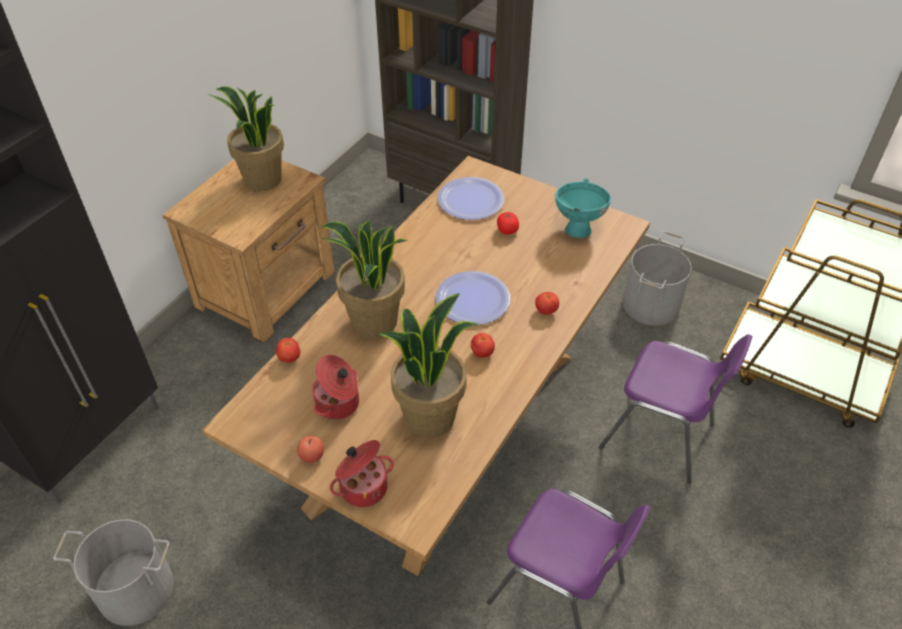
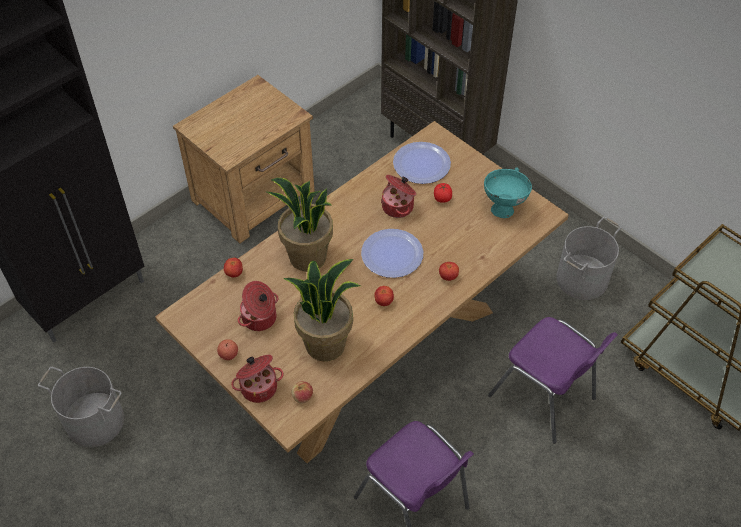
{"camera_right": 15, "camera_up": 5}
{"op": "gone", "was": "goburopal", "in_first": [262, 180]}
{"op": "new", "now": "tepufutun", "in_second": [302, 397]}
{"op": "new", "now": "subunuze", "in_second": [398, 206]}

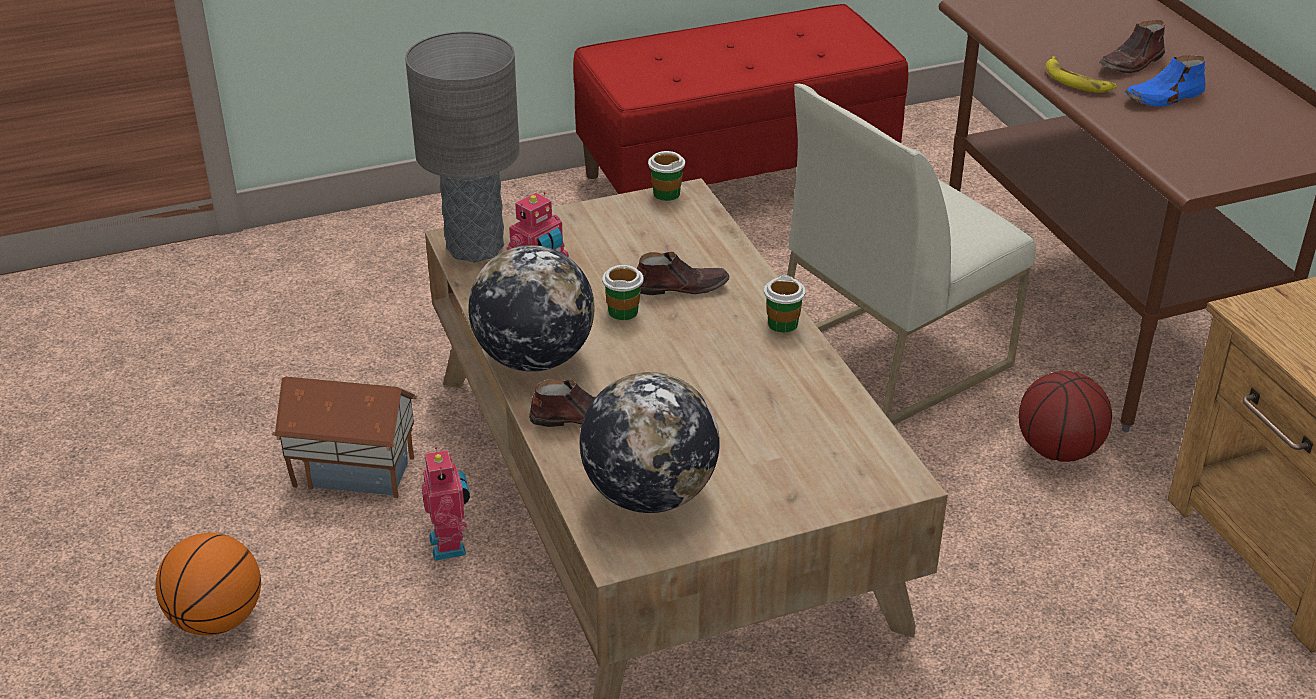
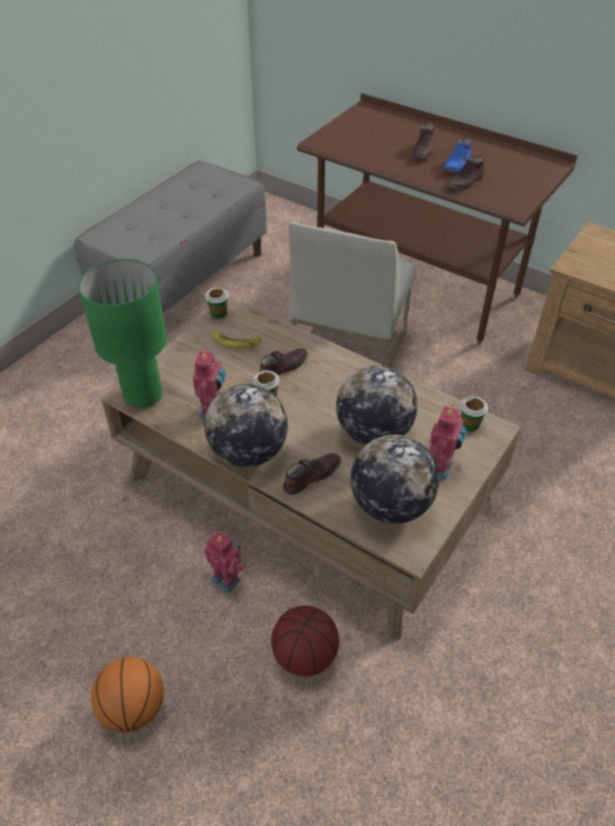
{"camera_right": -35, "camera_up": 10}
{"op": "gone", "was": "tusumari", "in_first": [354, 468]}
{"op": "repainted", "was": "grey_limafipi", "now": "green_limafipi", "in_first": [474, 247], "in_second": [142, 396]}
{"op": "repainted", "was": "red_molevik", "now": "grey_molevik", "in_first": [736, 177], "in_second": [183, 281]}
{"op": "shifted", "was": "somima", "in_first": [782, 324], "in_second": [470, 424]}
{"op": "shifted", "was": "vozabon", "in_first": [1057, 450], "in_second": [304, 656]}
{"op": "shifted", "was": "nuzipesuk", "in_first": [1077, 81], "in_second": [236, 341]}
{"op": "new", "now": "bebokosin", "in_second": [373, 433]}
{"op": "new", "now": "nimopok", "in_second": [441, 468]}
{"op": "new", "now": "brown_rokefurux", "in_second": [465, 182]}

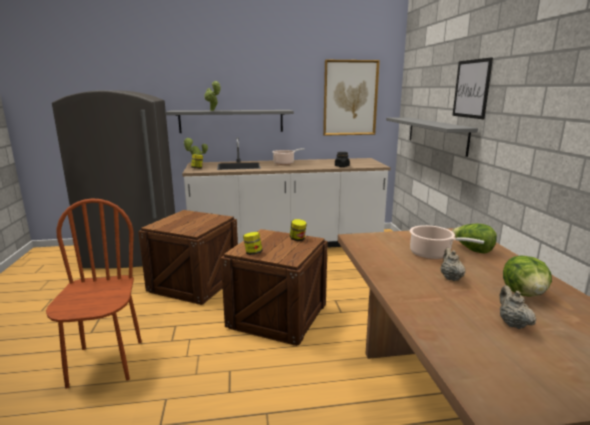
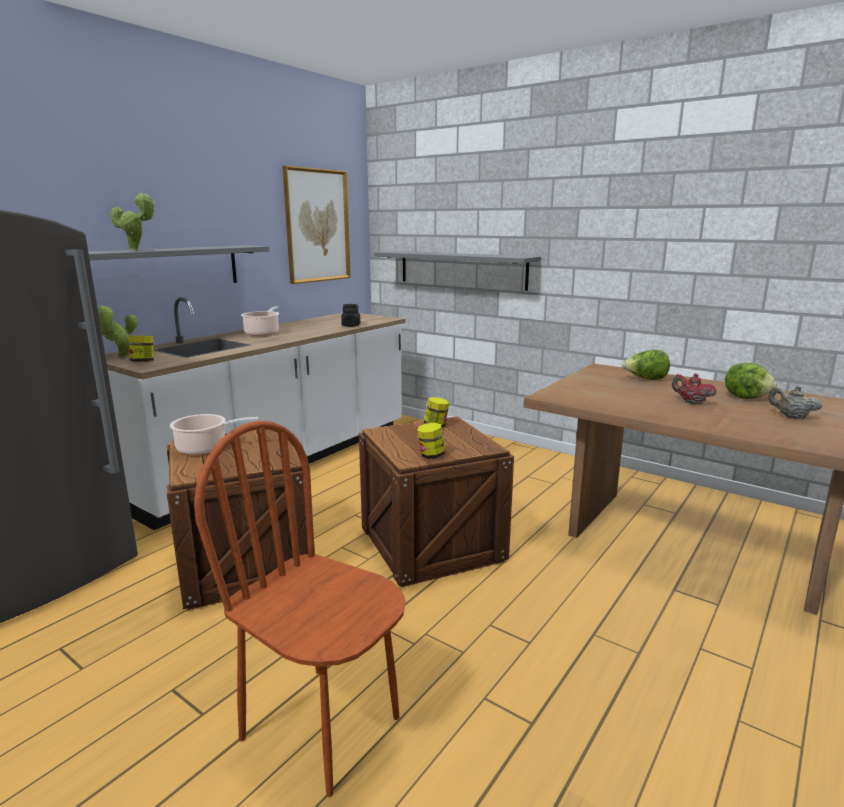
{"camera_right": -45, "camera_up": 0}
{"op": "shifted", "was": "subunuze", "in_first": [432, 254], "in_second": [205, 448]}
{"op": "repainted", "was": "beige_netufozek", "now": "red_netufozek", "in_first": [450, 277], "in_second": [691, 402]}
{"op": "gone", "was": "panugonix", "in_first": [471, 89]}

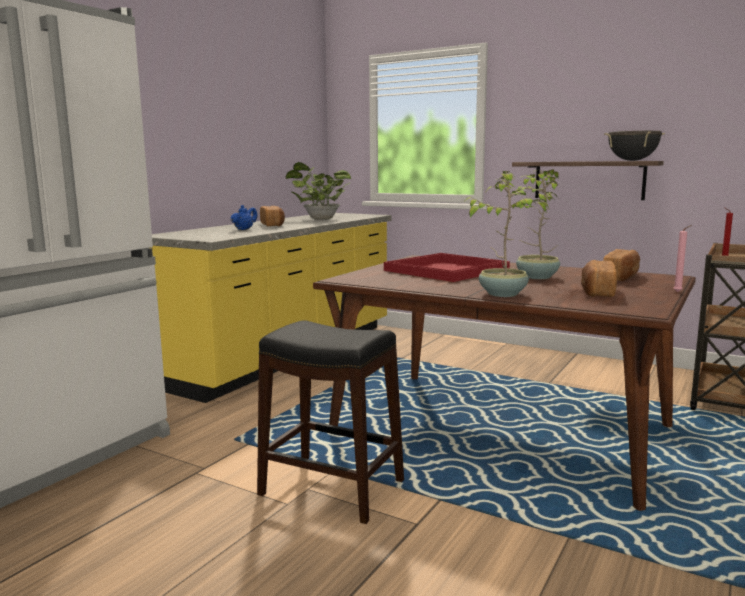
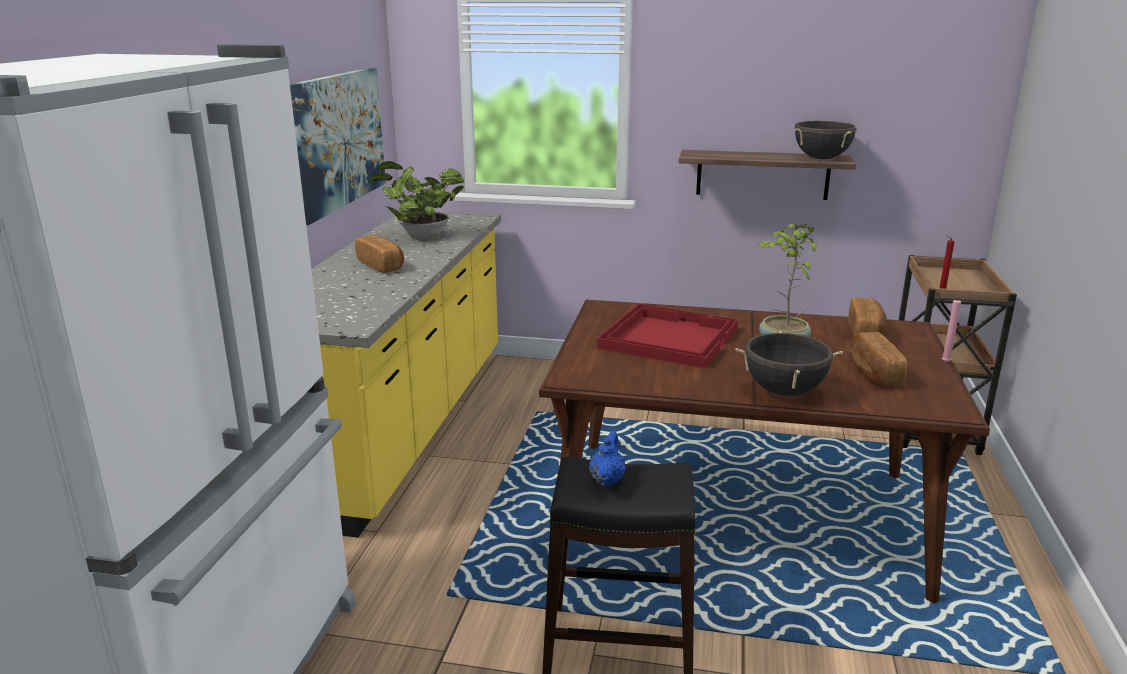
{"camera_right": -20, "camera_up": 10}
{"op": "shifted", "was": "blue_netufozek", "in_first": [244, 229], "in_second": [607, 479]}
{"op": "swapped", "was": "goburopal", "now": "black_subunuze", "in_first": [502, 294], "in_second": [784, 391]}
{"op": "new", "now": "panugonix", "in_second": [337, 140]}

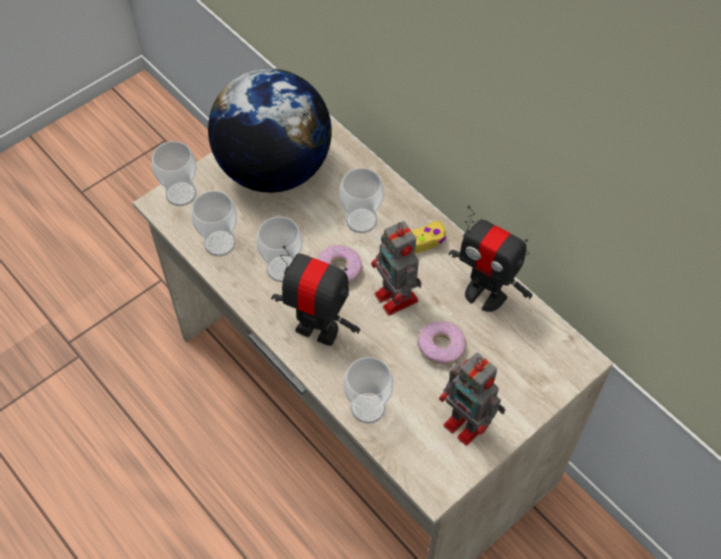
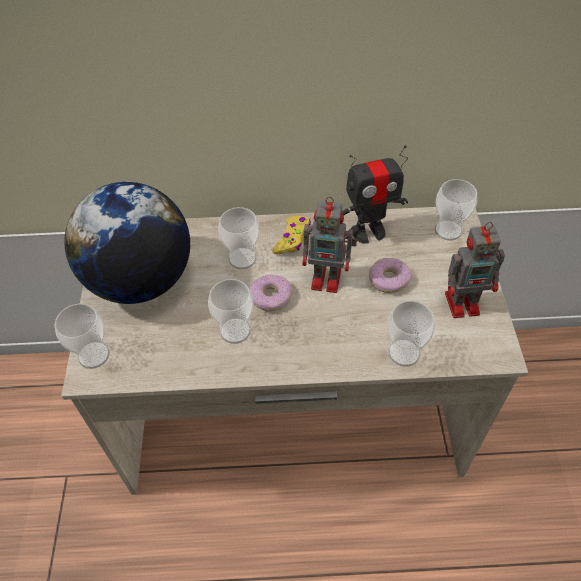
{"camera_right": -50, "camera_up": -5}
{"op": "shifted", "was": "somima", "in_first": [219, 243], "in_second": [448, 230]}
{"op": "gone", "was": "nimopok", "in_first": [317, 330]}

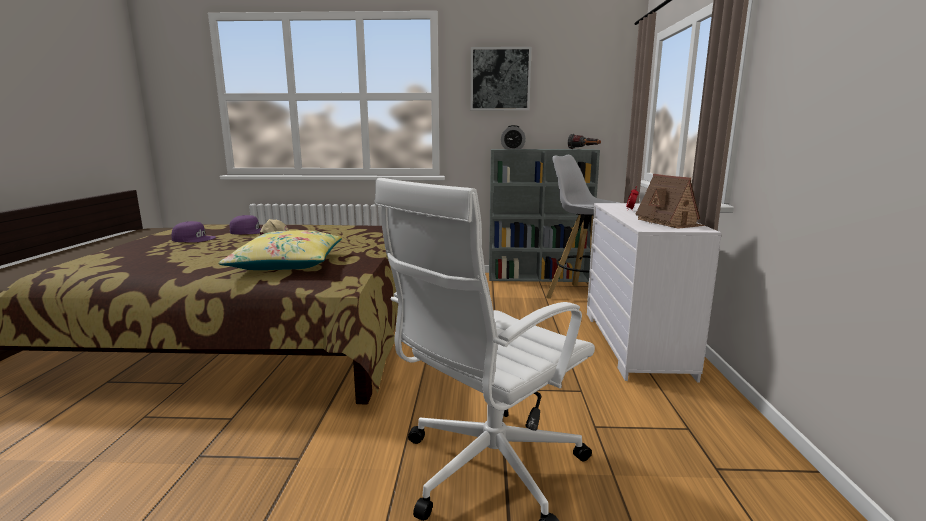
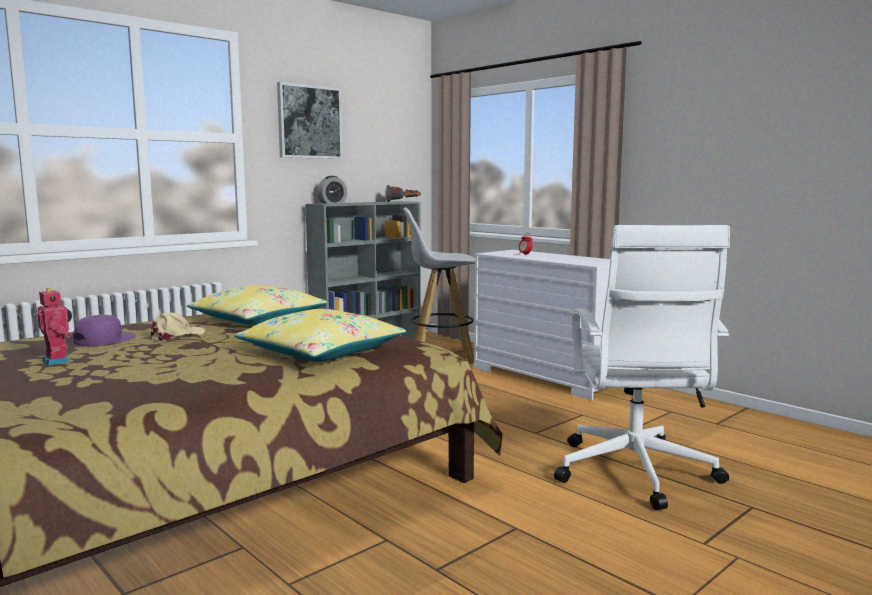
{"camera_right": -45, "camera_up": -5}
{"op": "swapped", "was": "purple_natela", "now": "nimopok", "in_first": [194, 239], "in_second": [58, 360]}
{"op": "gone", "was": "tusumari", "in_first": [669, 222]}
{"op": "new", "now": "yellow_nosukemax", "in_second": [258, 319]}

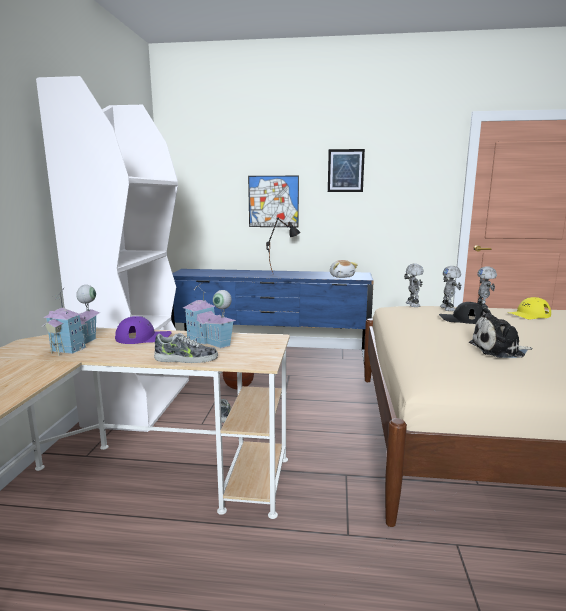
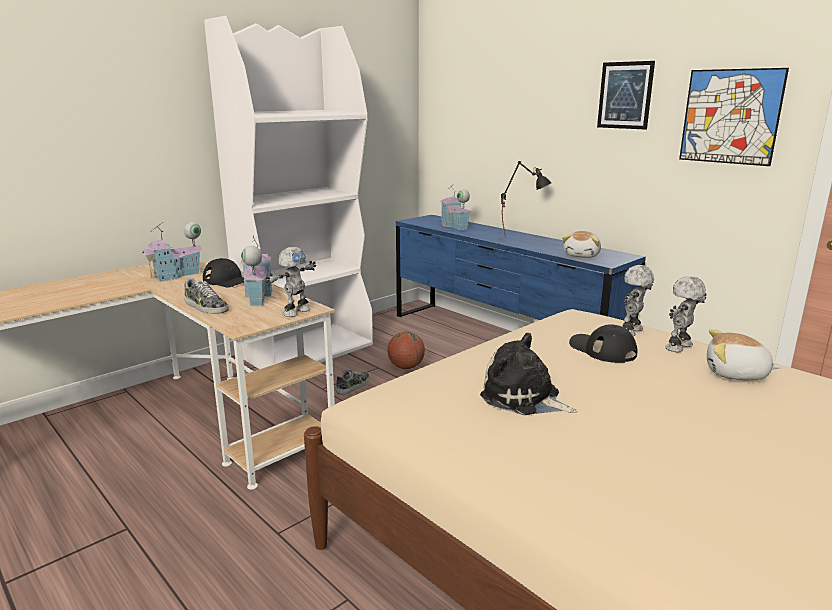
{"camera_right": 40, "camera_up": 5}
{"op": "repainted", "was": "purple_natela", "now": "black_natela", "in_first": [143, 337], "in_second": [227, 280]}
{"op": "shifted", "was": "panugonix", "in_first": [273, 201], "in_second": [730, 116]}
{"op": "shifted", "was": "nimopok", "in_first": [412, 304], "in_second": [295, 312]}
{"op": "swapped", "was": "yellow_natela", "now": "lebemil", "in_first": [529, 315], "in_second": [736, 374]}
{"op": "new", "now": "tusumari", "in_second": [454, 226]}

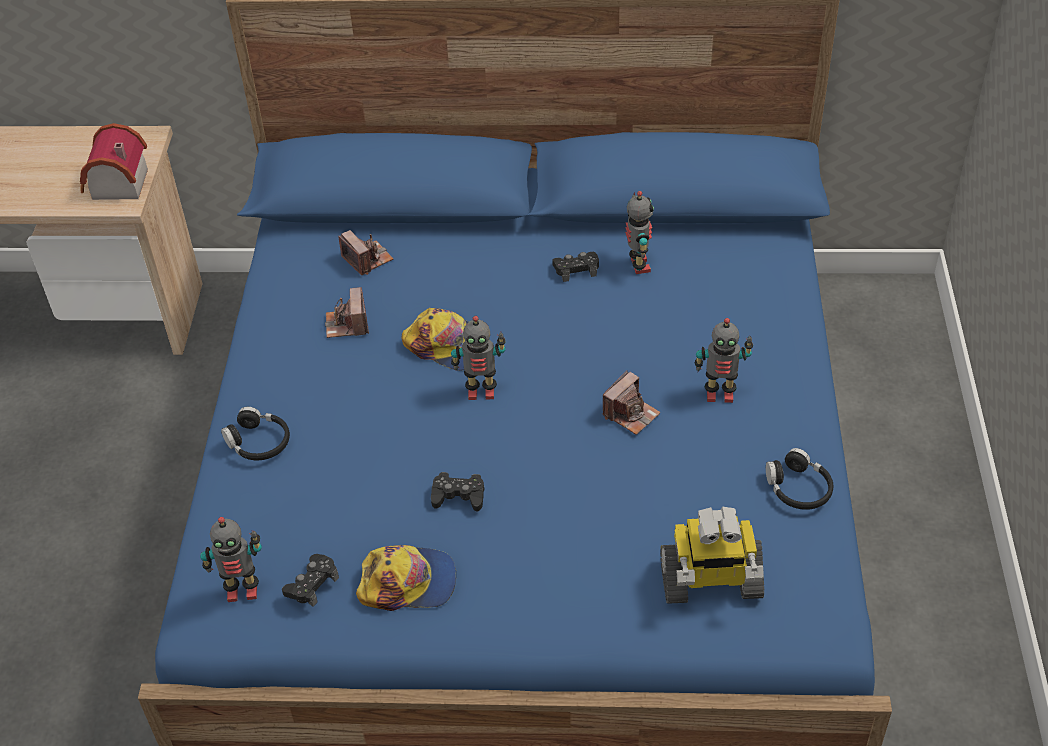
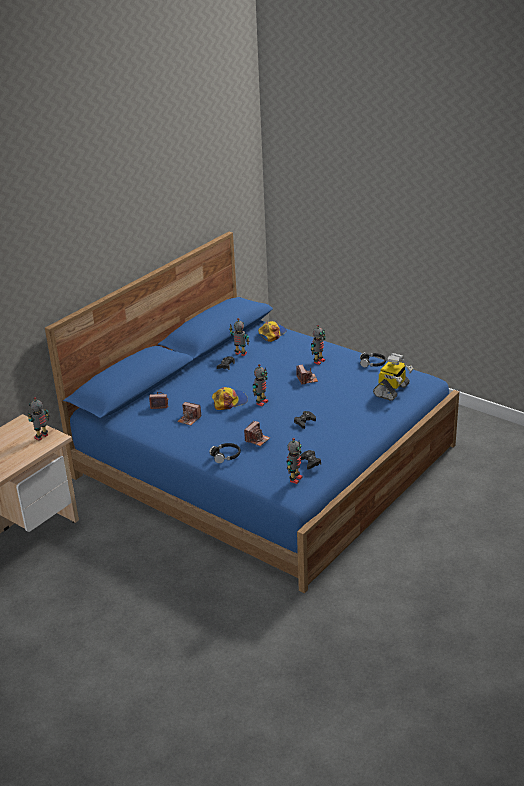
{"camera_right": -55, "camera_up": -15}
{"op": "swapped", "was": "tusumari", "now": "nimopok", "in_first": [115, 185], "in_second": [42, 437]}
{"op": "shifted", "was": "natela", "in_first": [408, 582], "in_second": [272, 333]}
{"op": "new", "now": "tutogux", "in_second": [257, 439]}

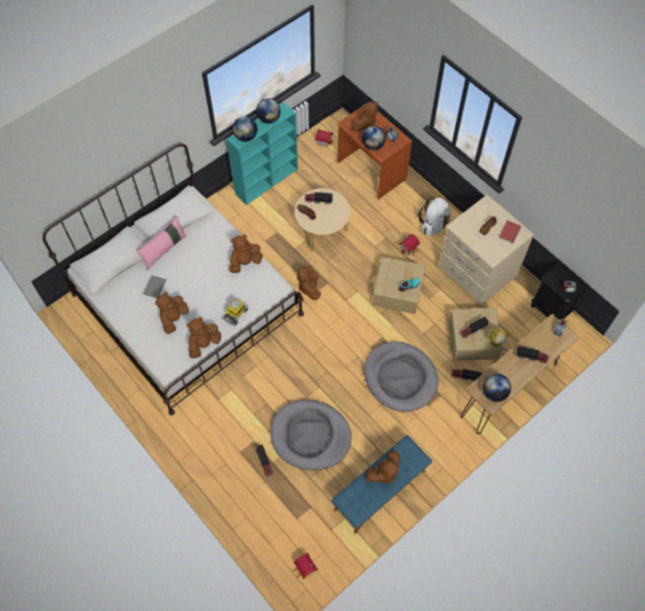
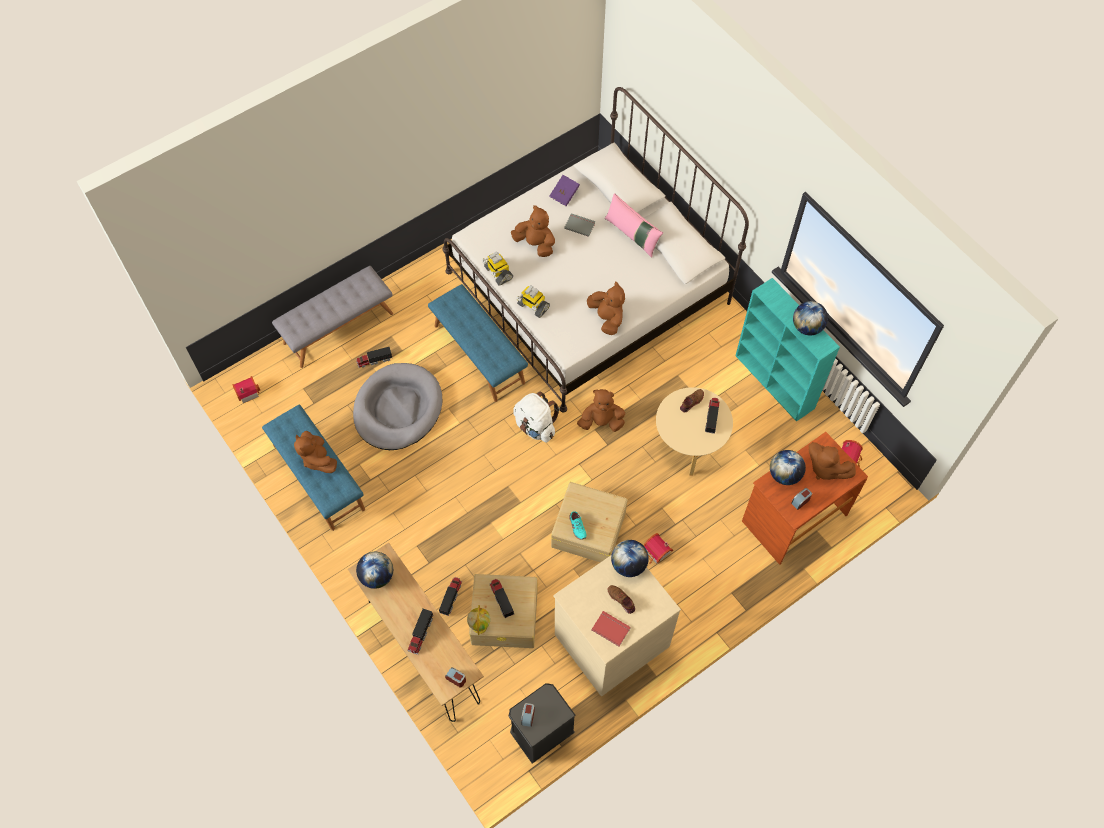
{"camera_right": 95, "camera_up": 0}
{"op": "swapped", "was": "brown_lebemil", "now": "nimopok", "in_first": [204, 344], "in_second": [498, 273]}
{"op": "shifted", "was": "bebokosin", "in_first": [246, 137], "in_second": [628, 565]}
{"op": "gone", "was": "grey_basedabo", "in_first": [400, 378]}
{"op": "shifted", "was": "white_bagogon", "in_first": [434, 224], "in_second": [535, 426]}
{"op": "new", "now": "grey_molevik", "in_second": [338, 327]}
{"op": "new", "now": "blue_molevik", "in_second": [479, 353]}
{"op": "new", "now": "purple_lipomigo", "in_second": [564, 195]}

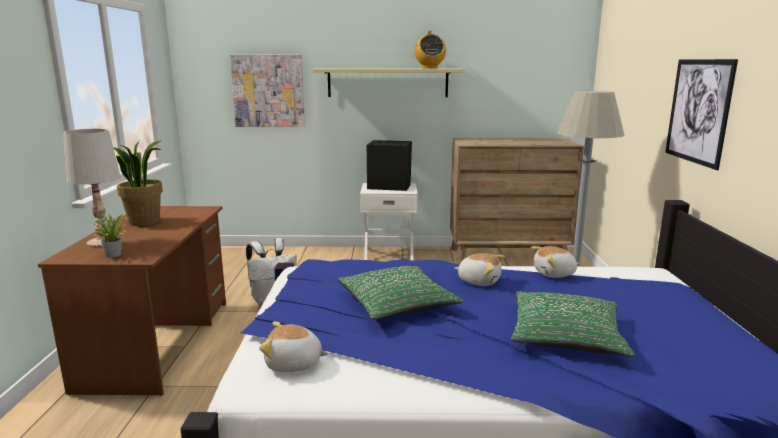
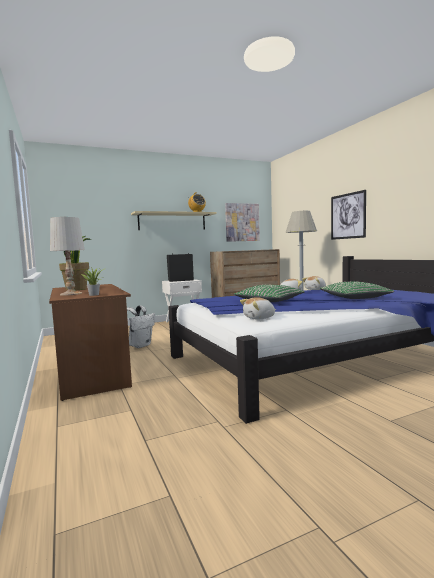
{"camera_right": -25, "camera_up": -10}
{"op": "shifted", "was": "panugonix", "in_first": [268, 91], "in_second": [242, 222]}

